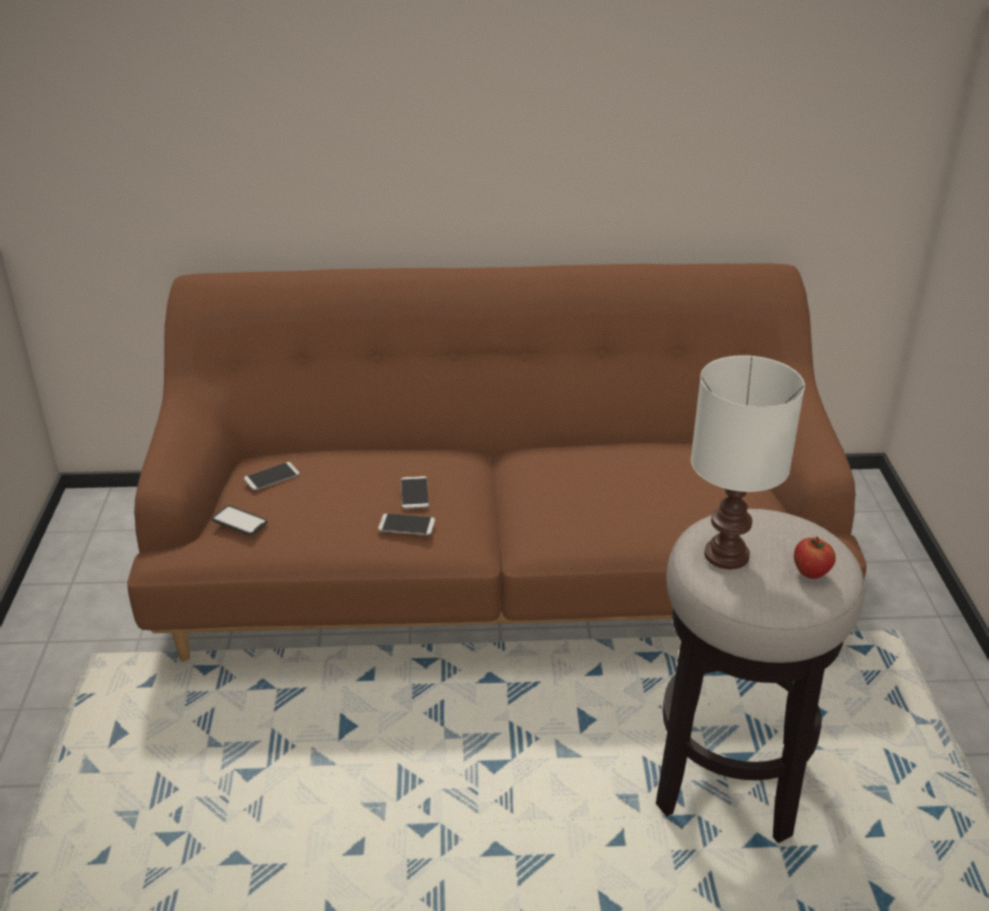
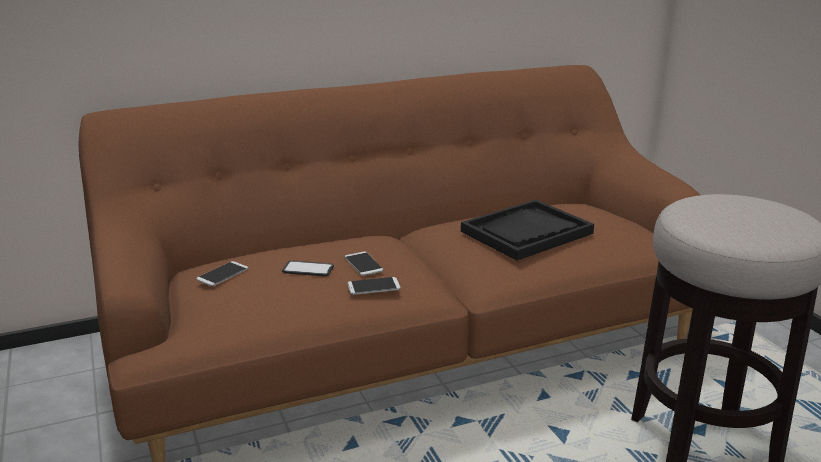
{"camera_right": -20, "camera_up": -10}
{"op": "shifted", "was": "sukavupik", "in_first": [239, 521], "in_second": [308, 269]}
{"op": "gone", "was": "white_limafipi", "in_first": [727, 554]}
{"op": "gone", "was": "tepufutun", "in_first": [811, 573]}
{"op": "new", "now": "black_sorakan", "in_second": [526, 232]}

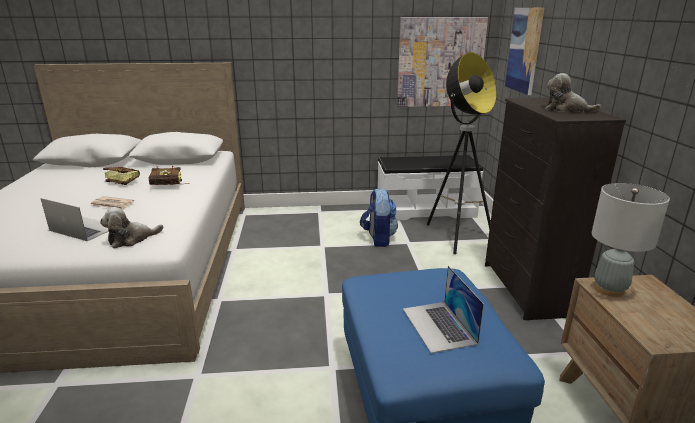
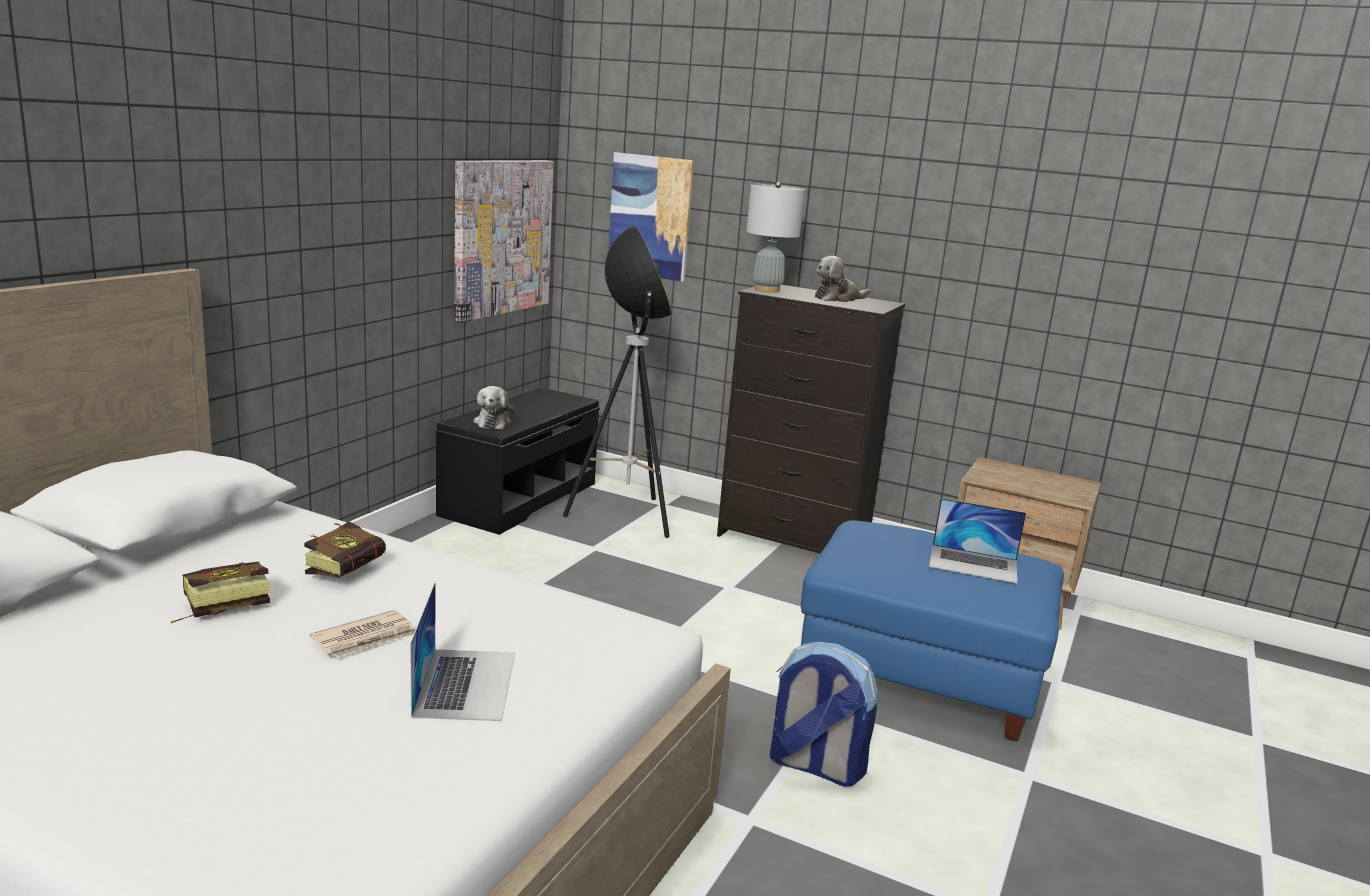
{"camera_right": -60, "camera_up": -5}
{"op": "rotated", "was": "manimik", "in_first": [84, 228], "in_second": [465, 683], "clockwise": 120}
{"op": "shifted", "was": "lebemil", "in_first": [131, 239], "in_second": [493, 422]}
{"op": "shifted", "was": "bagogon", "in_first": [378, 239], "in_second": [814, 766]}
{"op": "repainted", "was": "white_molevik", "now": "black_molevik", "in_first": [425, 210], "in_second": [518, 499]}
{"op": "shifted", "was": "grey_limafipi", "in_first": [609, 289], "in_second": [766, 290]}

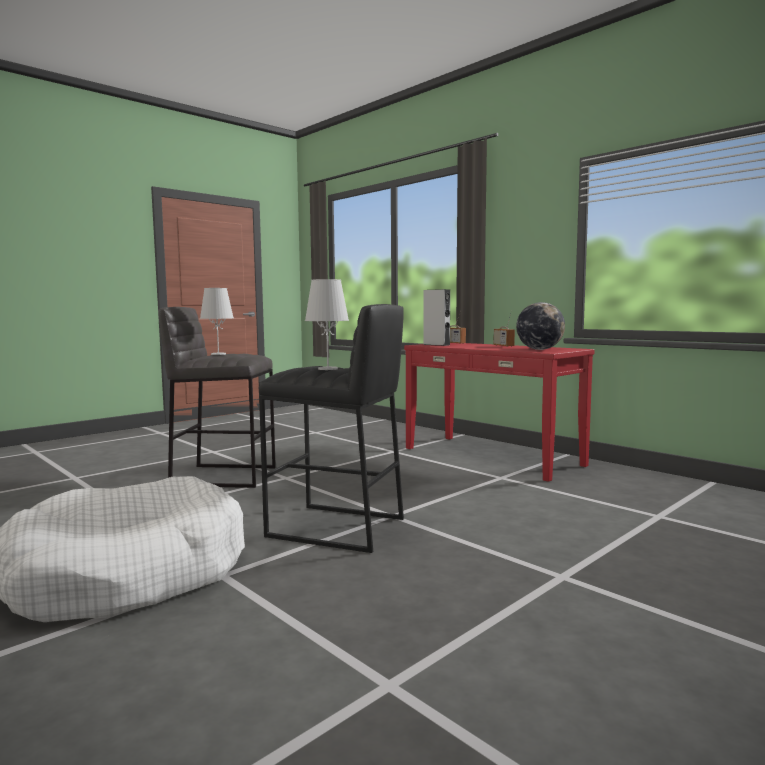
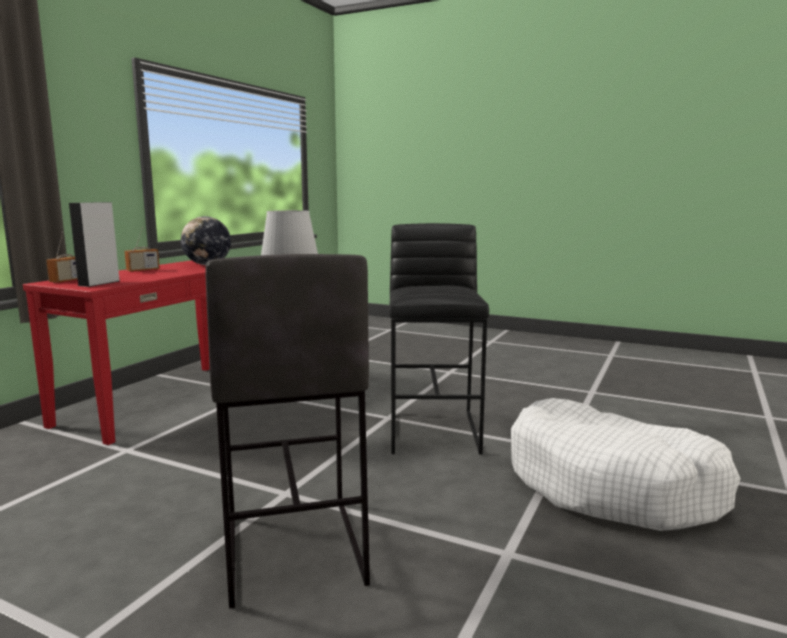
{"camera_right": -110, "camera_up": 5}
{"op": "gone", "was": "white_limafipi", "in_first": [328, 369]}

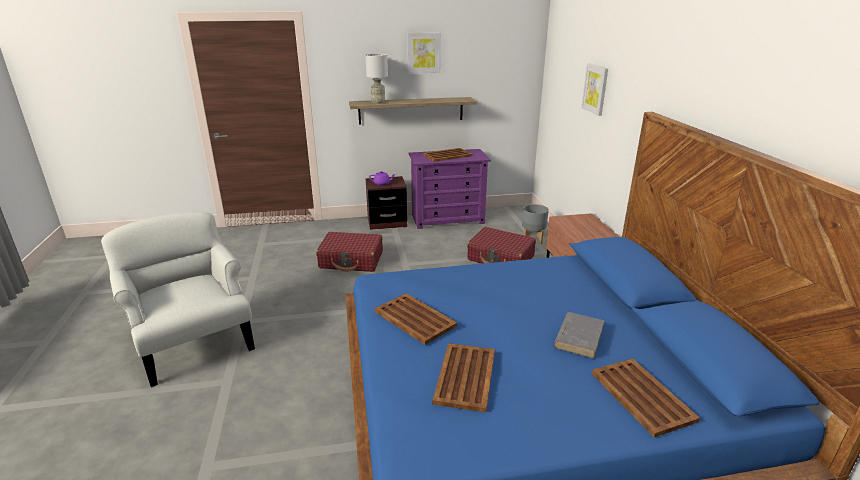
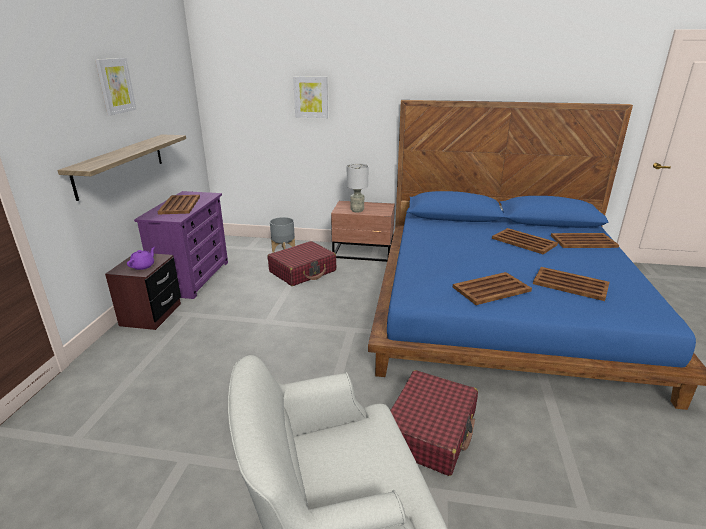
{"camera_right": -70, "camera_up": 0}
{"op": "shifted", "was": "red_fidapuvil", "in_first": [351, 260], "in_second": [430, 430]}
{"op": "shifted", "was": "grey_limafipi", "in_first": [378, 102], "in_second": [357, 210]}
{"op": "swapped", "was": "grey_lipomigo", "now": "brown_sorakan", "in_first": [579, 337], "in_second": [523, 241]}

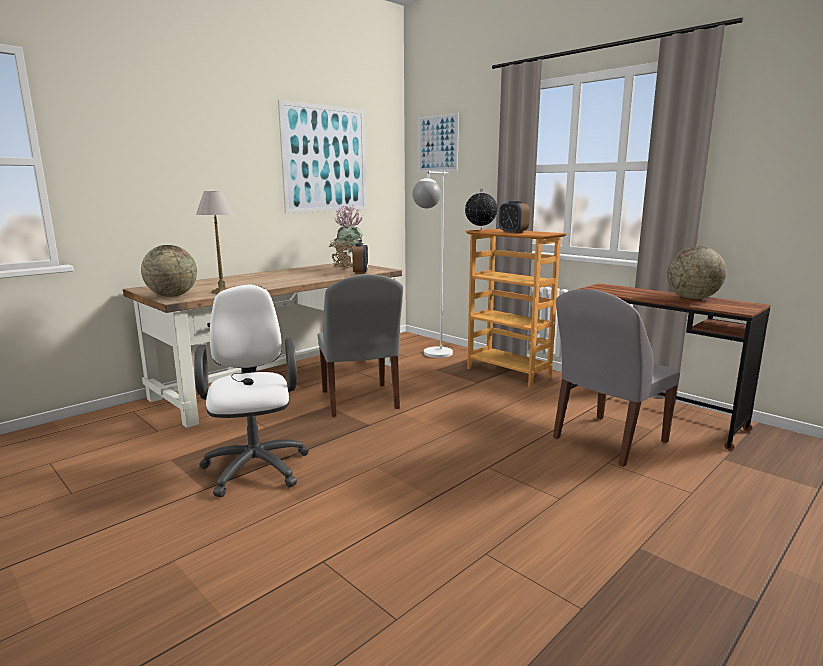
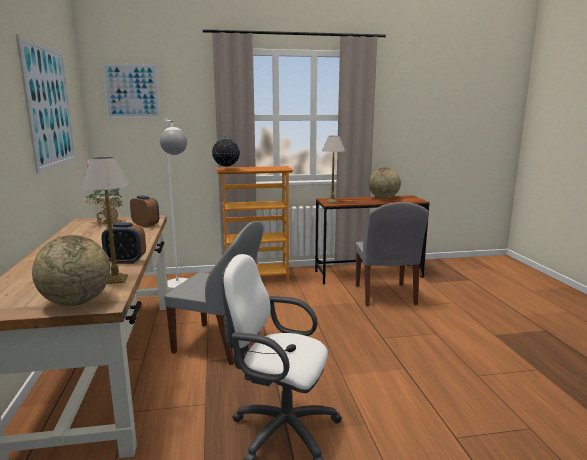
{"camera_right": -55, "camera_up": 0}
{"op": "shifted", "was": "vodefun", "in_first": [513, 232], "in_second": [125, 261]}
{"op": "new", "now": "limafipi", "in_second": [332, 202]}

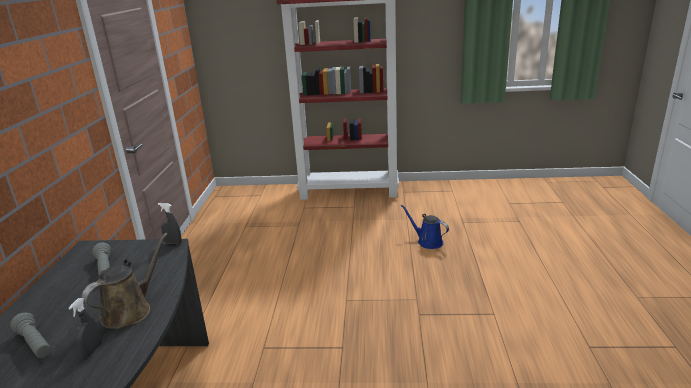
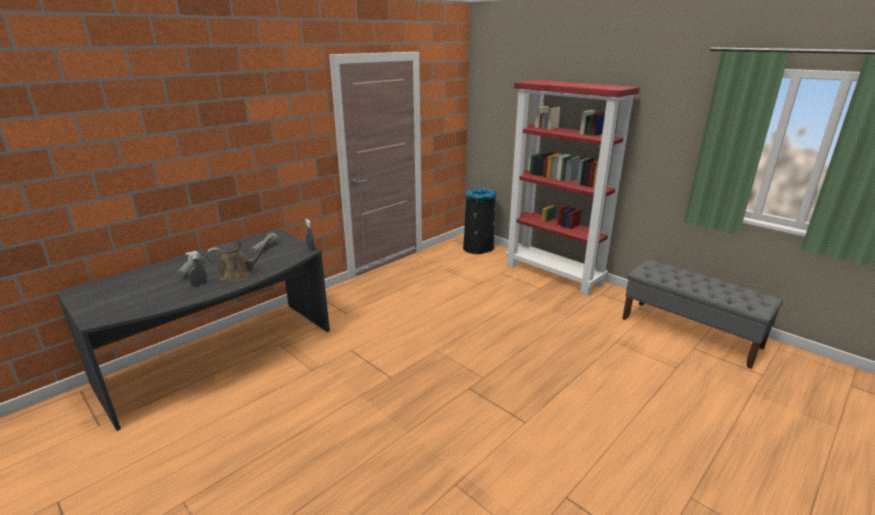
{"camera_right": 40, "camera_up": 0}
{"op": "gone", "was": "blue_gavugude", "in_first": [427, 241]}
{"op": "new", "now": "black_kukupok", "in_second": [479, 248]}
{"op": "new", "now": "grey_molevik", "in_second": [690, 333]}

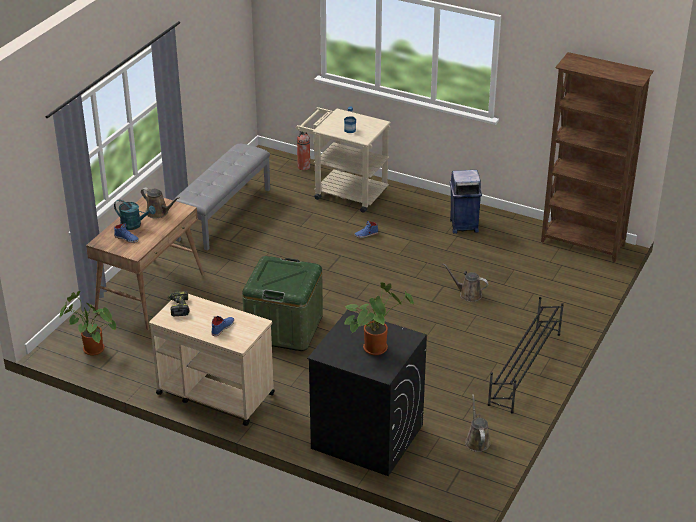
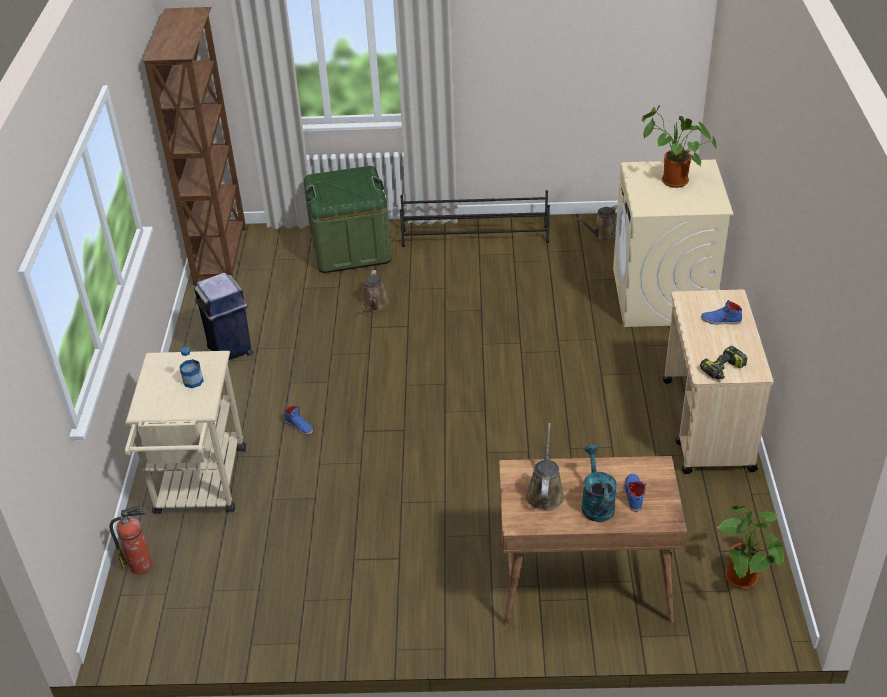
{"camera_right": -115, "camera_up": 5}
{"op": "gone", "was": "grey_molevik", "in_first": [223, 214]}
{"op": "shifted", "was": "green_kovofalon", "in_first": [284, 328], "in_second": [350, 248]}
{"op": "repainted", "was": "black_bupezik", "now": "beige_bupezik", "in_first": [366, 436], "in_second": [662, 296]}

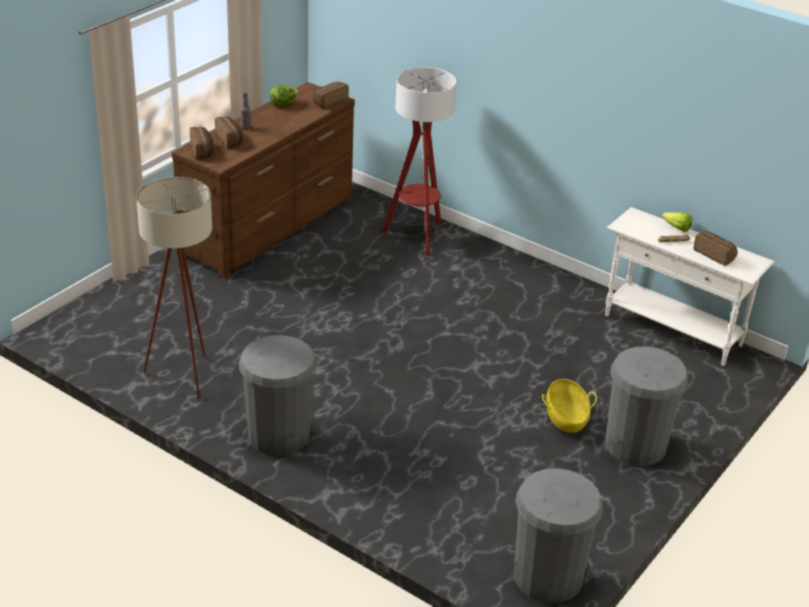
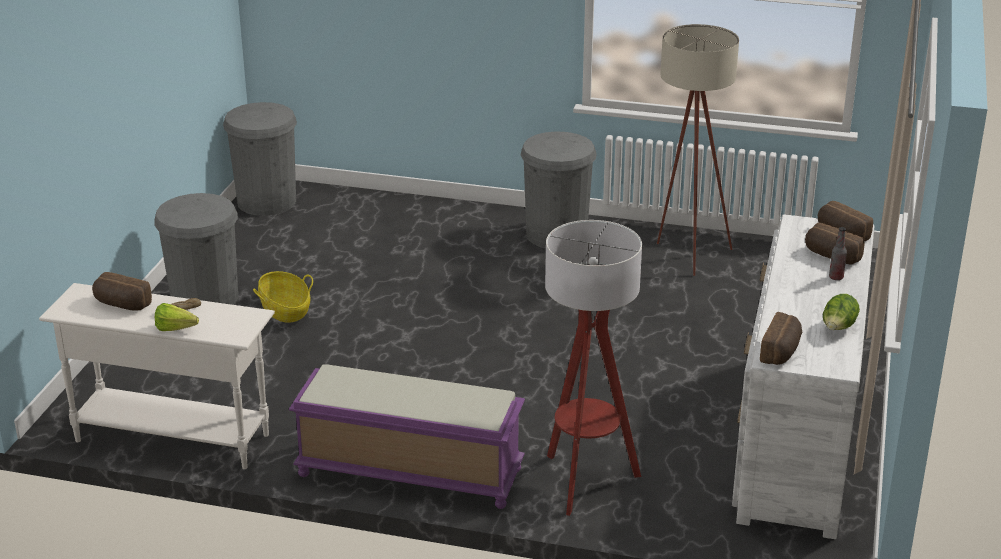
{"camera_right": 160, "camera_up": -5}
{"op": "repainted", "was": "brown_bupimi", "now": "white_bupimi", "in_first": [270, 226], "in_second": [797, 439]}
{"op": "new", "now": "purple_molevik", "in_second": [408, 473]}

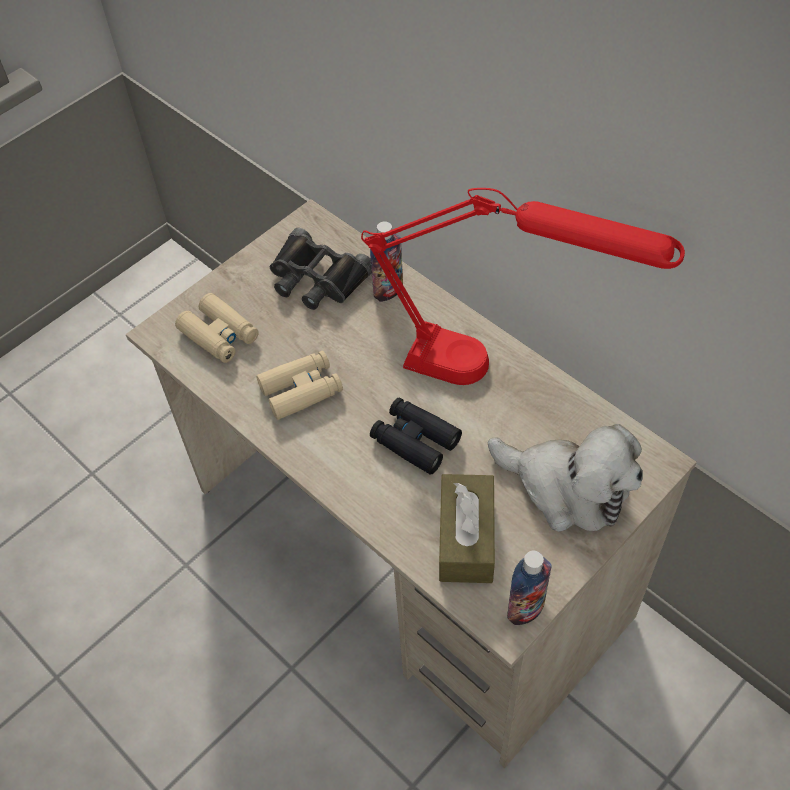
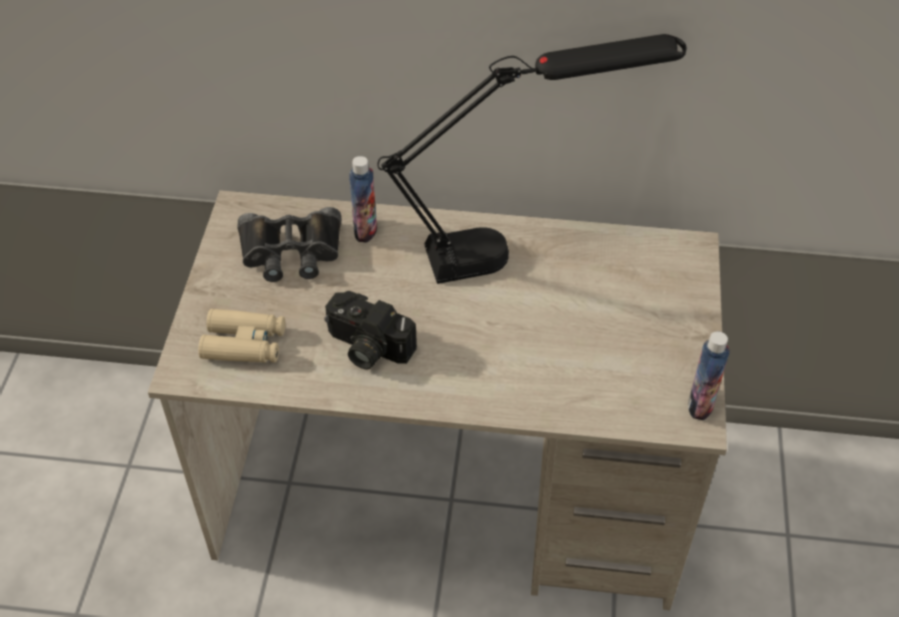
{"camera_right": -40, "camera_up": -5}
{"op": "swapped", "was": "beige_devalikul", "now": "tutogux", "in_first": [301, 390], "in_second": [366, 347]}
{"op": "repainted", "was": "red_limafipi", "now": "black_limafipi", "in_first": [500, 375], "in_second": [520, 247]}
{"op": "gone", "was": "black_devalikul", "in_first": [415, 440]}
{"op": "gone", "was": "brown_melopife", "in_first": [466, 538]}
{"op": "gone", "was": "lebemil", "in_first": [567, 488]}

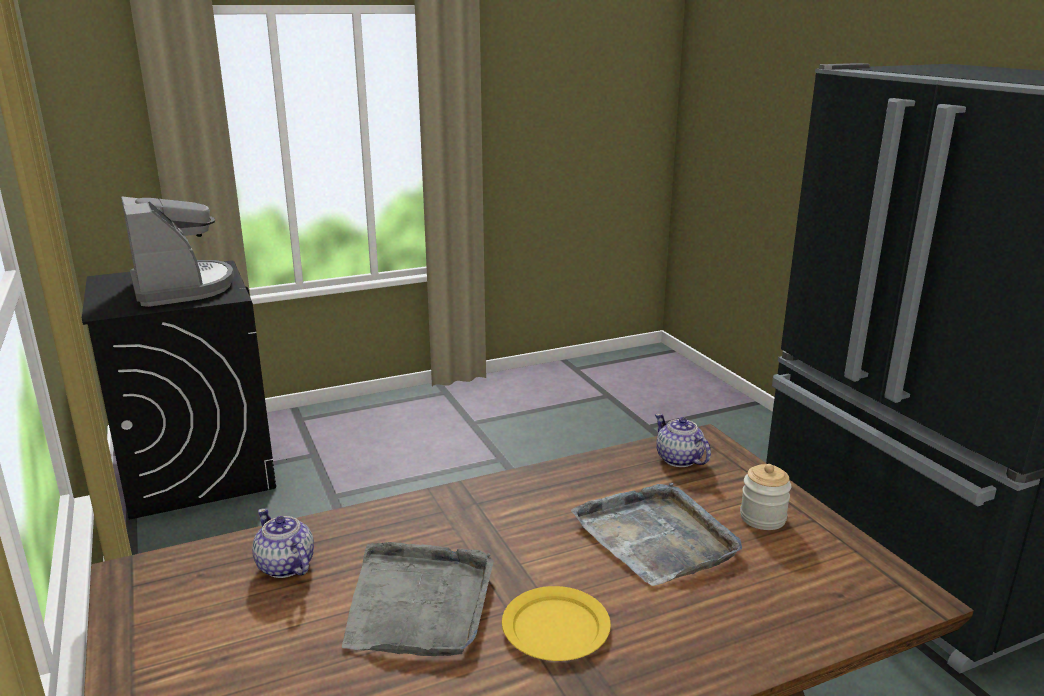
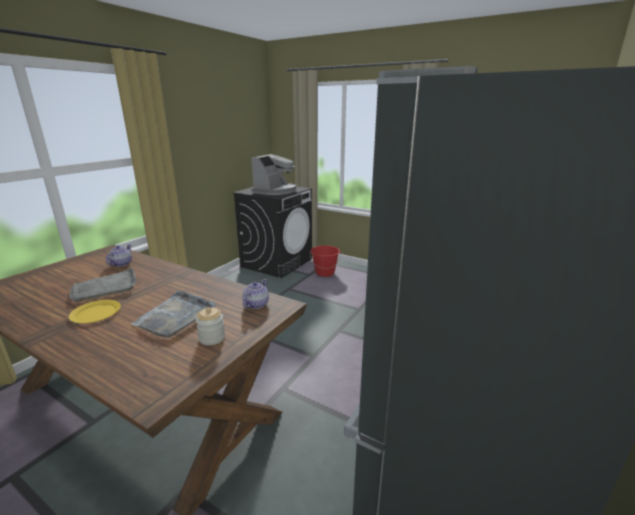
{"camera_right": 55, "camera_up": 0}
{"op": "new", "now": "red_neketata", "in_second": [325, 273]}

